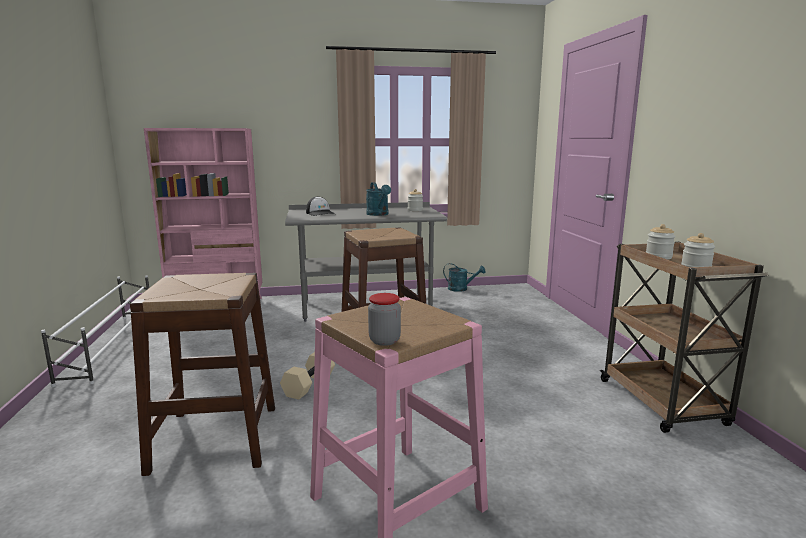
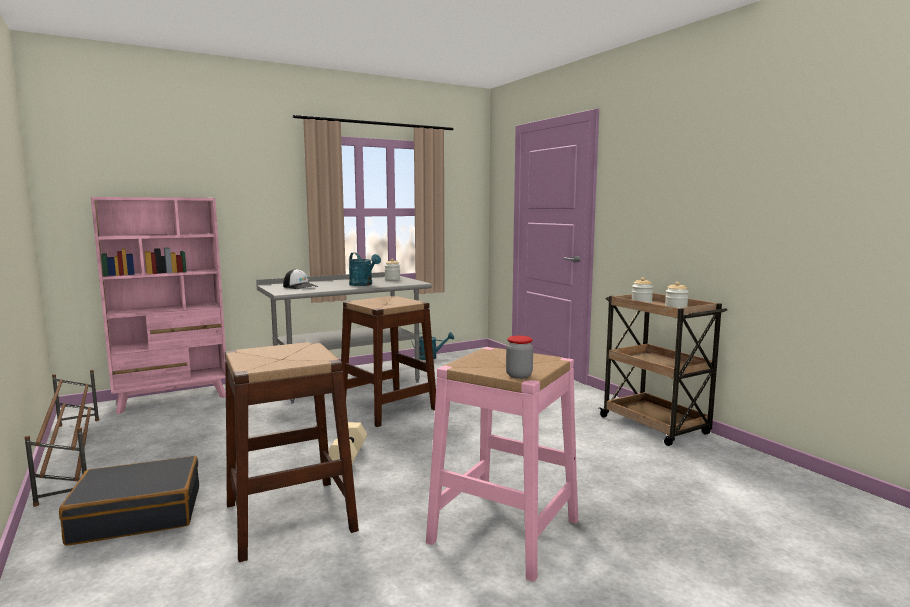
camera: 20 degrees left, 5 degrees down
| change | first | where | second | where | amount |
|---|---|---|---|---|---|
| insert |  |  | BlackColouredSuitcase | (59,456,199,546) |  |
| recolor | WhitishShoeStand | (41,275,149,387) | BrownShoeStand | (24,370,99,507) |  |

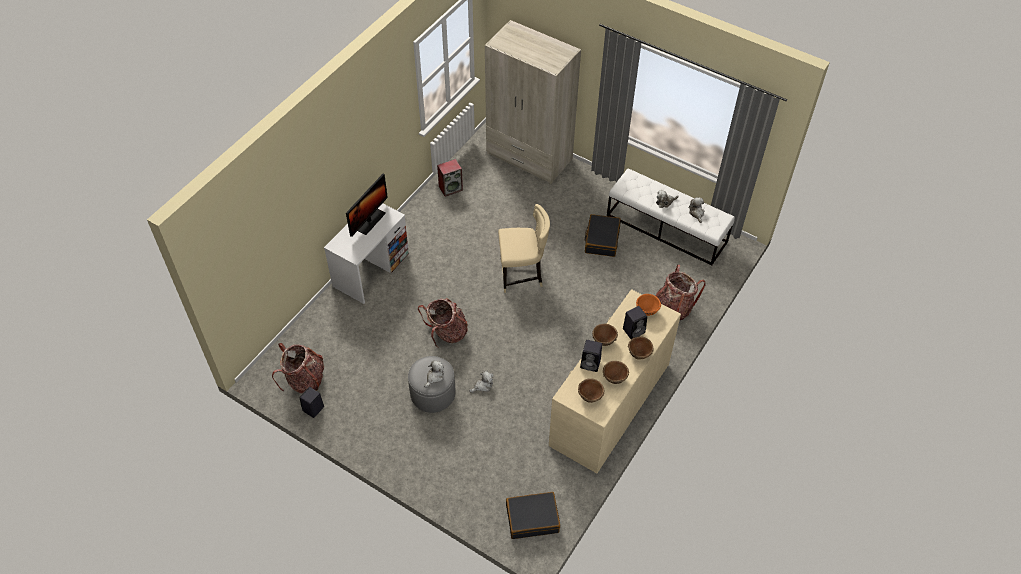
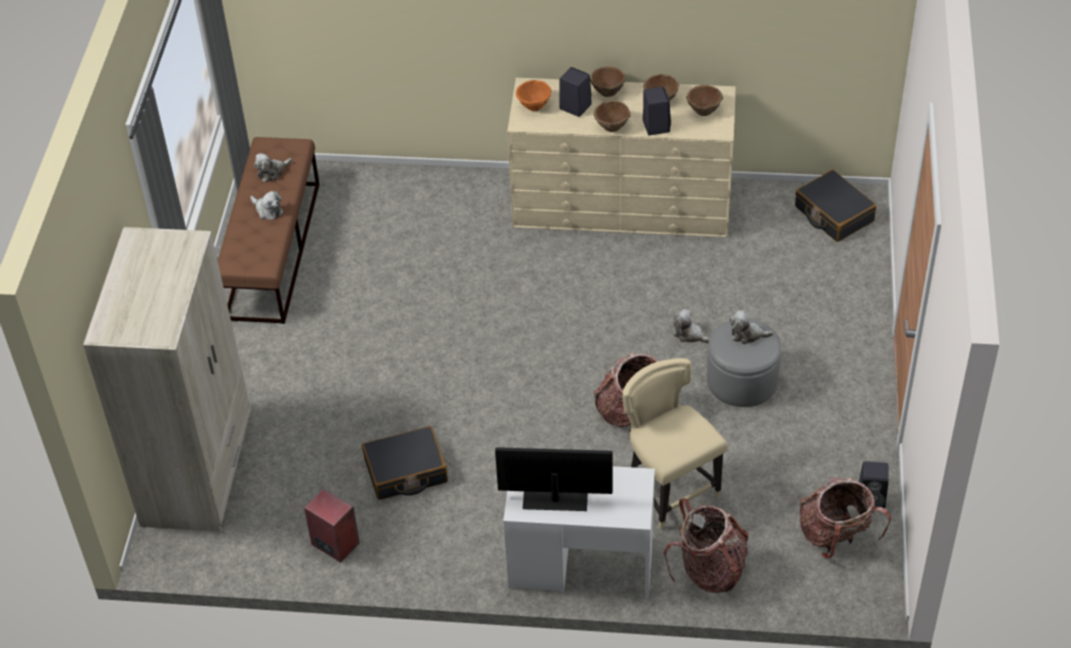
camera: 115 degrees left, 5 degrees down
| change | first | where | second | where | amount |
|---|---|---|---|---|---|
| move | BeigeChair | (498,204,550,293) |  | (623,358,728,530) |  |
| move | BlackColouredSuitcase | (585,214,621,257) |  | (362,426,448,500) |  |
| move | Knapsack | (655,265,706,320) |  | (664,498,749,593) |  |
| recolor | WhitishBench | (607,169,735,266) | BrownBench | (218,137,320,324) |  |

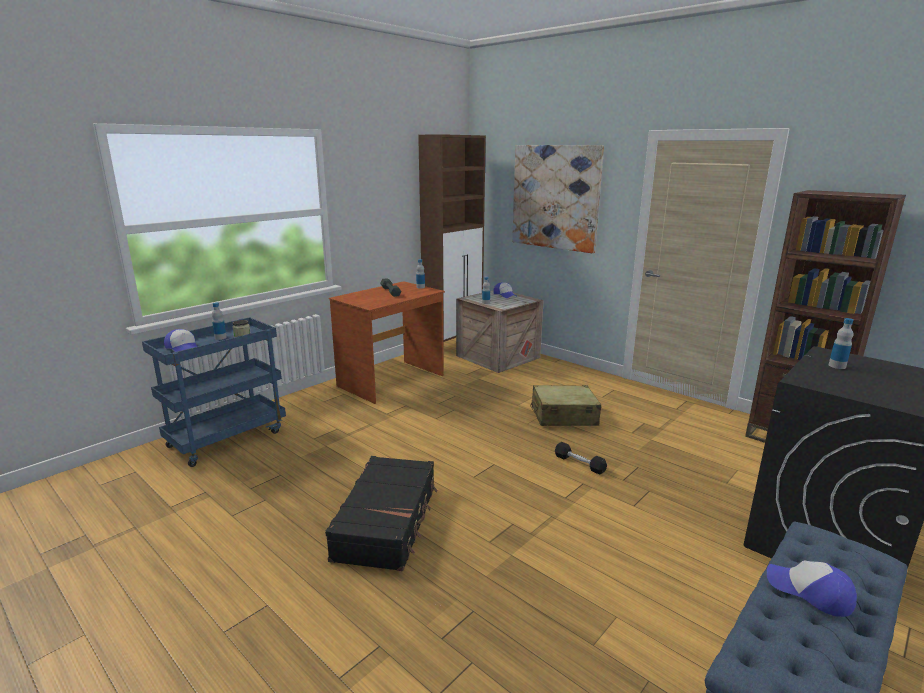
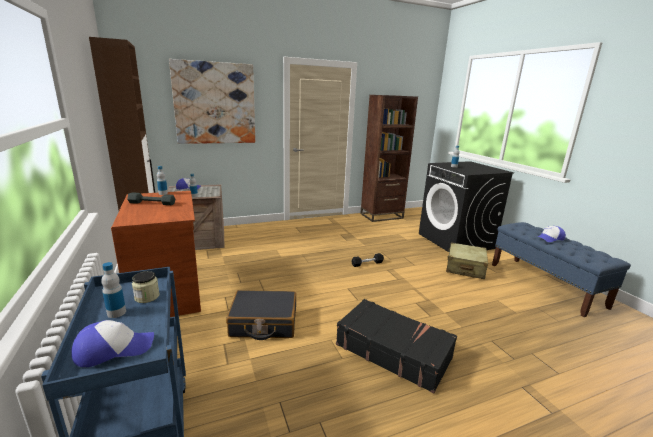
camera: 65 degrees left, 0 degrees up
| change | first | where | second | where | amount |
|---|---|---|---|---|---|
| insert |  |  | BlackColouredSuitcase | (226,290,296,340) |  |
| move | BeigeSuitcase | (530,385,601,426) |  | (446,242,488,279) |  |

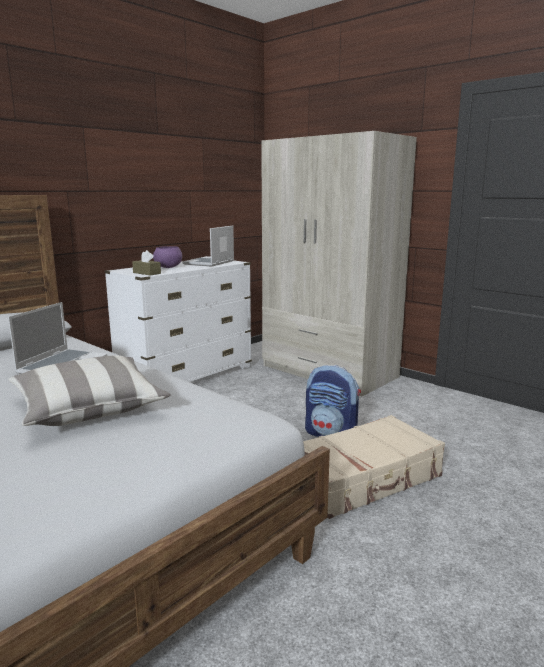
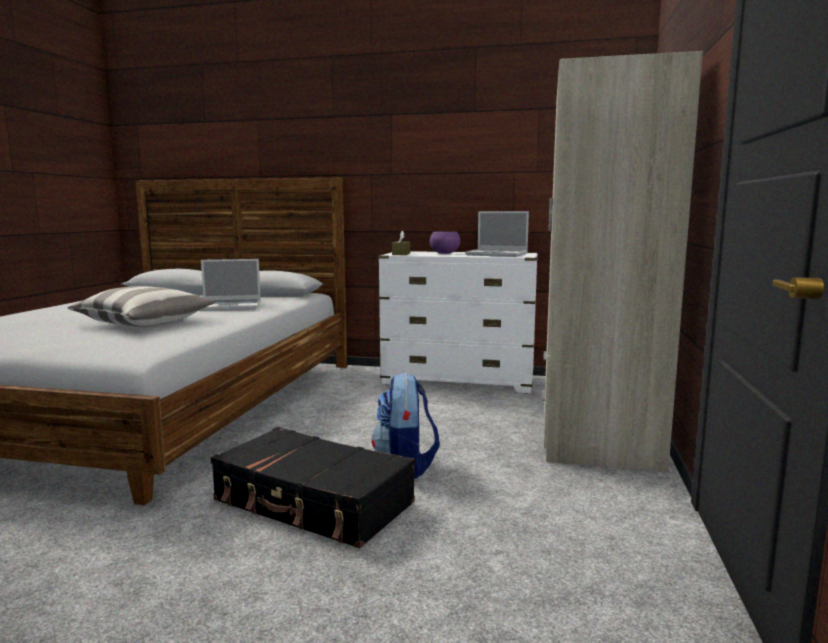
camera: 60 degrees right, 5 degrees down
| change | first | where | second | where | amount |
|---|---|---|---|---|---|
| recolor | BeigeSuitcase | (303,415,445,519) | BlackColouredSuitcase | (211,427,415,549) |  |
| rotate | NotebookComputer | (183,226,234,267) |  | (465,211,529,257) | 150 degrees counterclockwise |

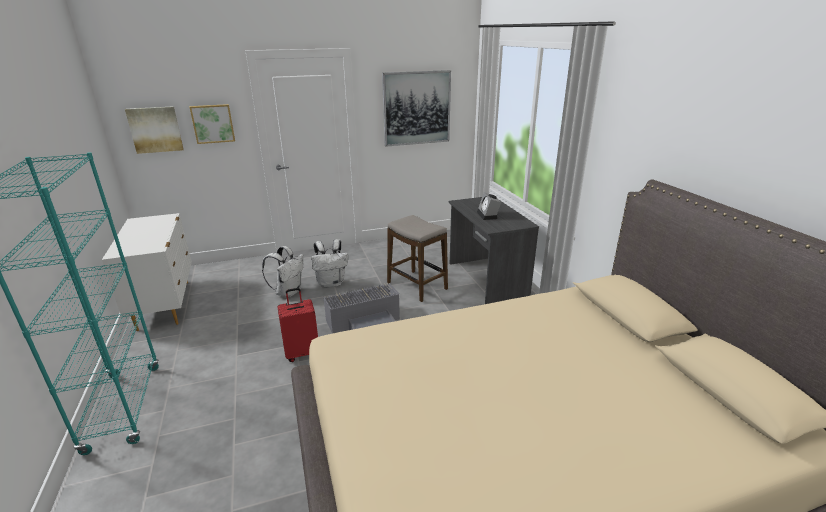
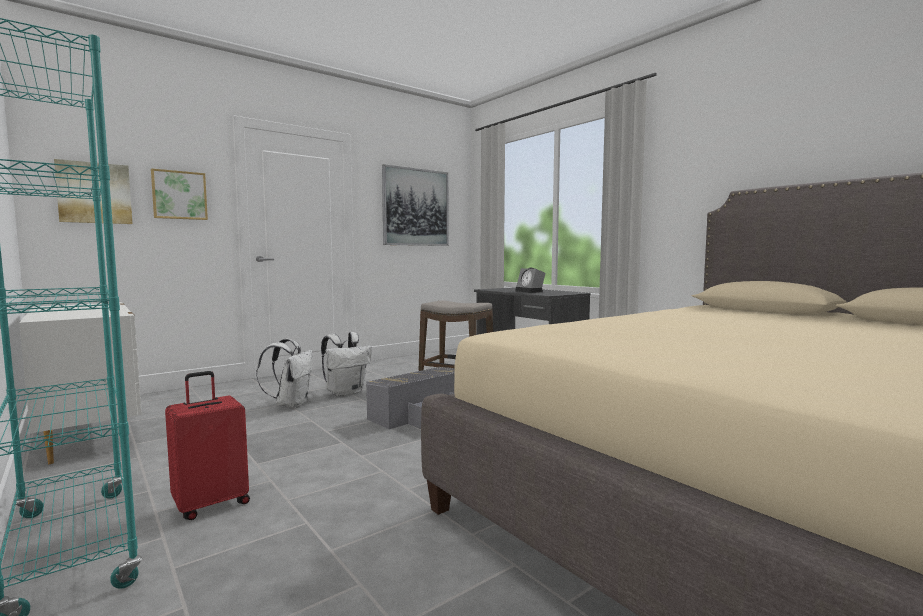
camera: 20 degrees left, 20 degrees down
| change | first | where | second | where | amount |
|---|---|---|---|---|---|
| move | RedColouredSuitcase | (278,288,318,362) |  | (165,371,250,520) |  |

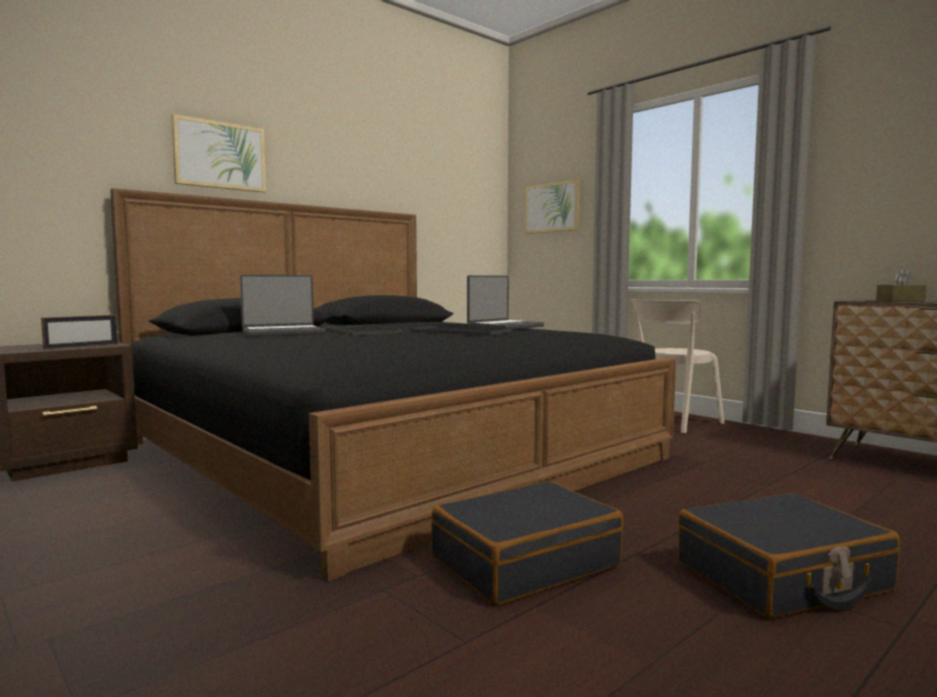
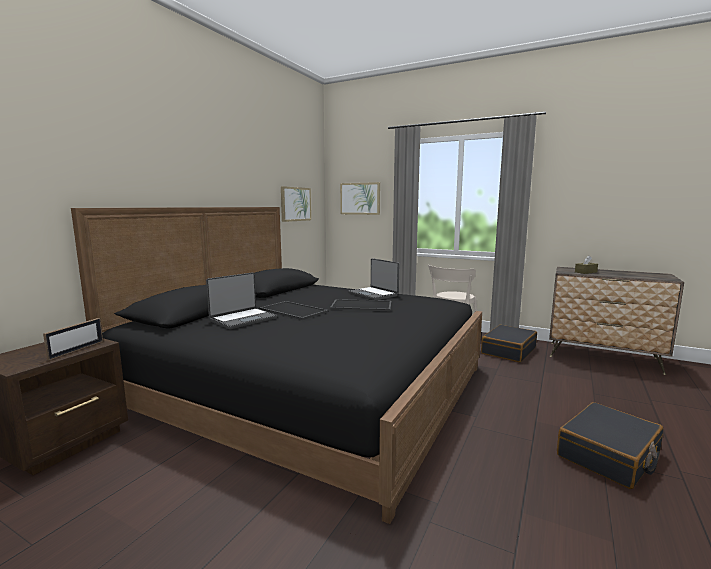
camera: 20 degrees left, 5 degrees up
| change | first | where | second | where | amount |
|---|---|---|---|---|---|
| move | WallArt | (171,114,266,192) |  | (281,186,311,222) |  |
| move | BlackColouredSuitcase | (431,481,623,605) |  | (481,325,537,362) |  |
| rotate | NotebookComputer | (467,275,544,329) |  | (348,258,399,300) | 120 degrees clockwise |

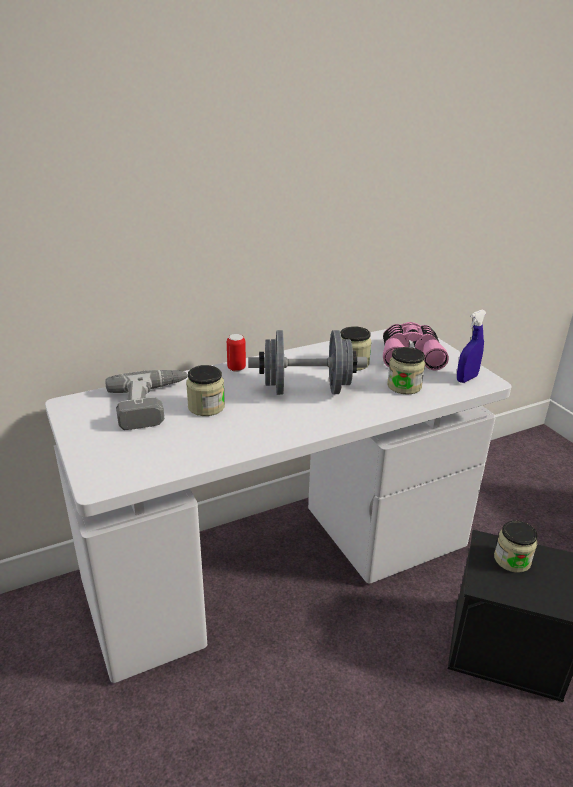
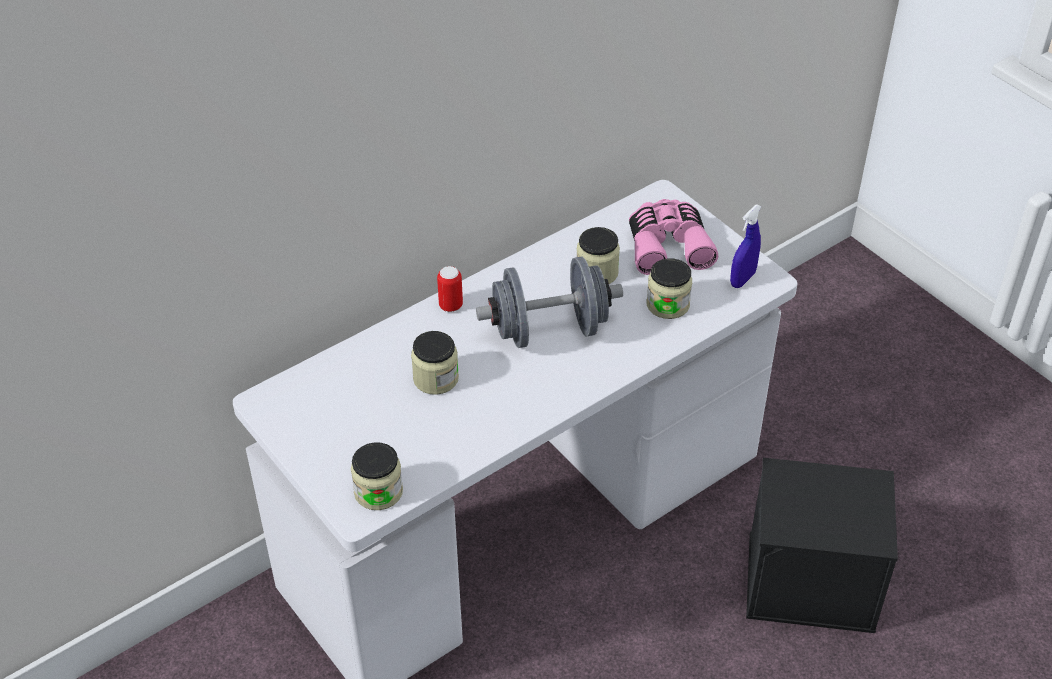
camera: 10 degrees left, 15 degrees up
| change | first | where | second | where | amount |
|---|---|---|---|---|---|
| delete | ElectricDrill | (105,370,188,430) |  |  |  |
| move | PreserveJar | (494,521,538,573) |  | (351,442,403,510) |  |

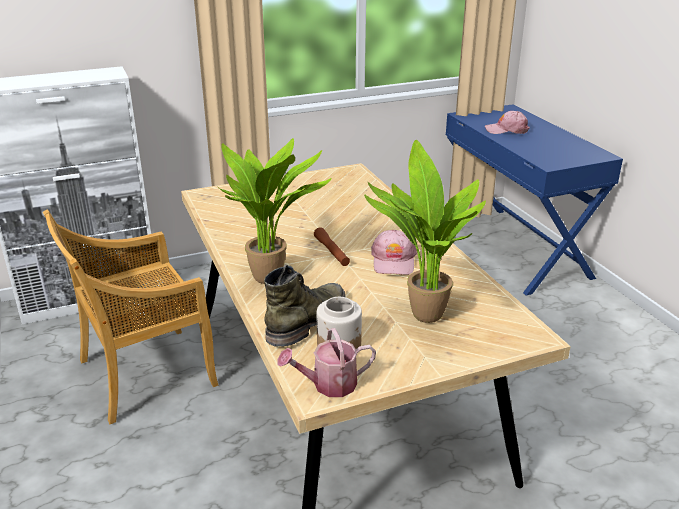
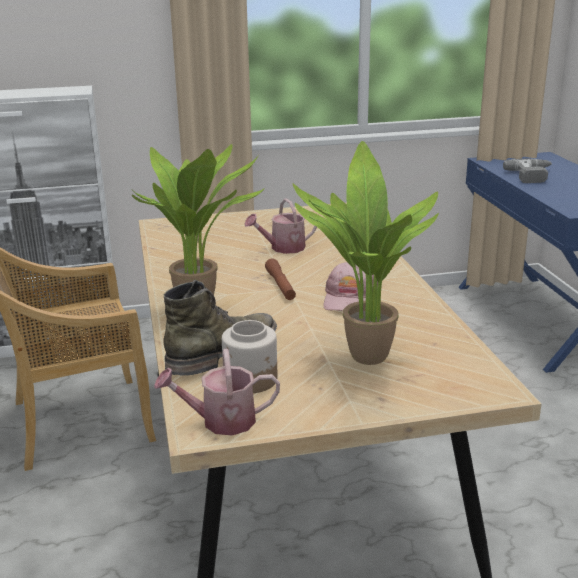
camera: 10 degrees right, 5 degrees down
| change | first | where | second | where | amount |
|---|---|---|---|---|---|
| insert |  |  | WateringCan | (245,199,317,254) |  |
| replace | PinkishPeakedCap | (485,111,530,134) | ElectricDrill | (503,159,552,183) |  |

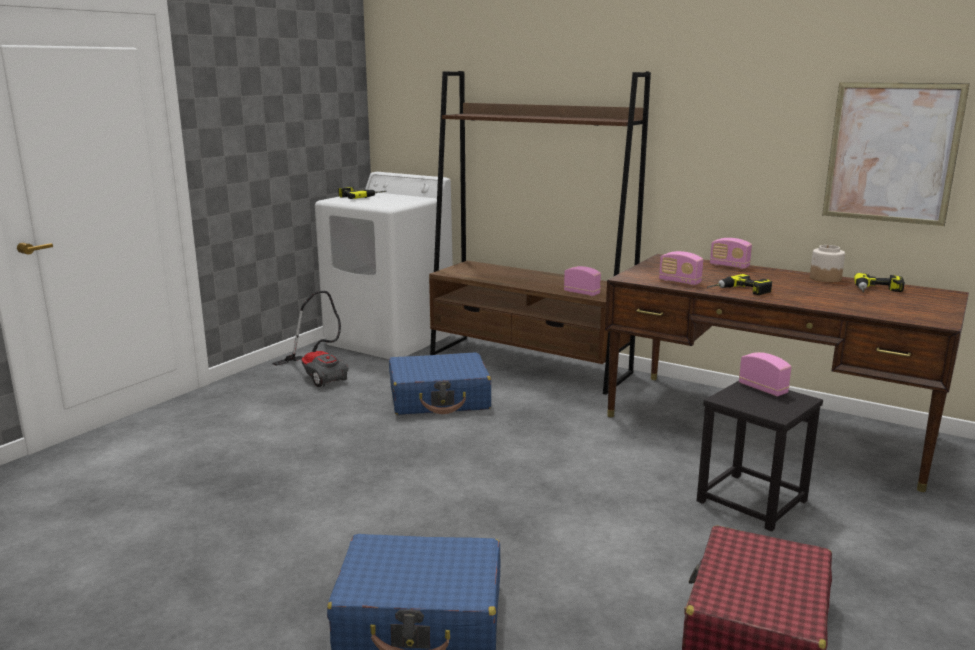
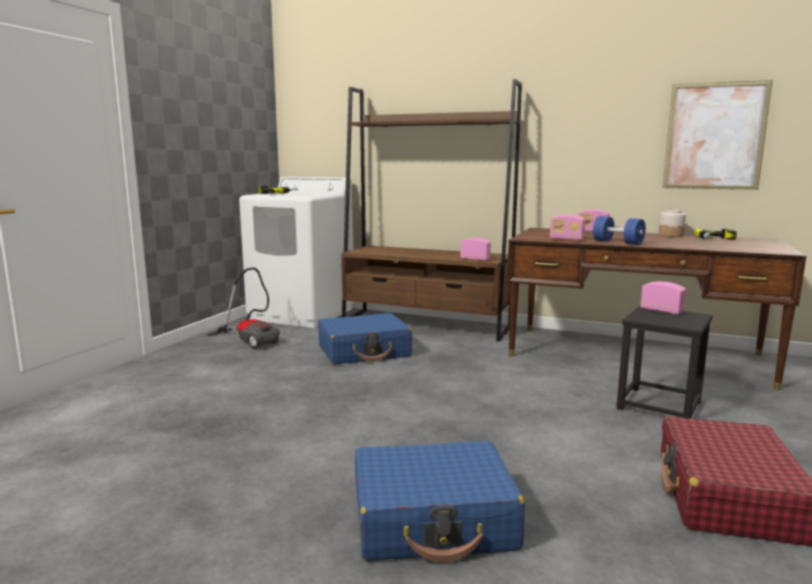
camera: 10 degrees left, 5 degrees down
| change | first | where | second | where | amount |
|---|---|---|---|---|---|
| replace | ElectricDrill | (707,274,772,295) | BlueColouredDumbbell | (593,216,646,245) |  |

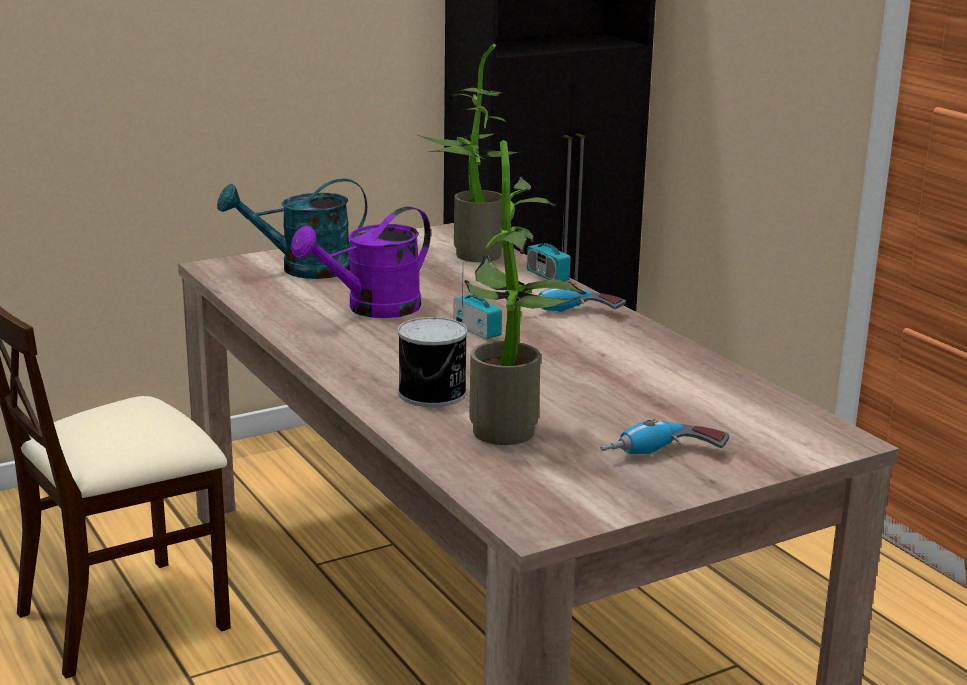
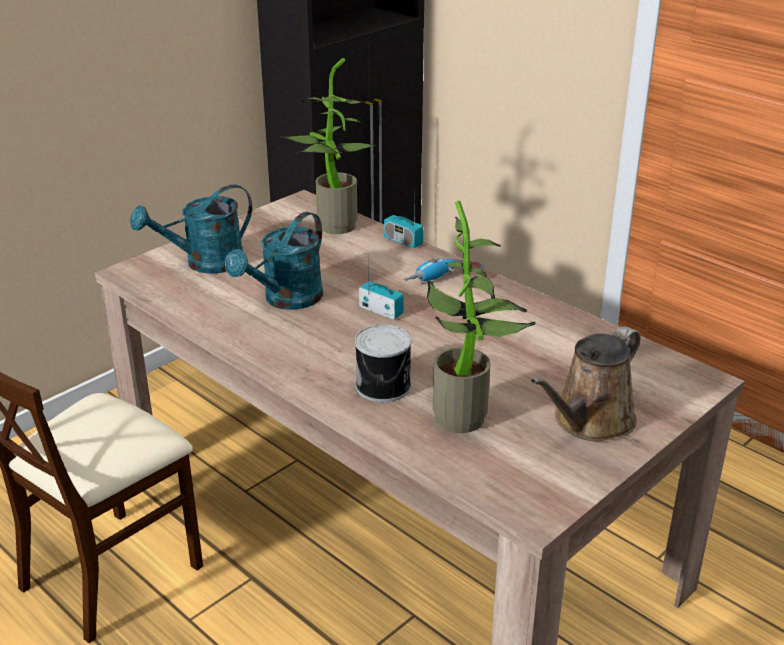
camera: 15 degrees left, 10 degrees up
| change | first | where | second | where | amount |
|---|---|---|---|---|---|
| replace | ElectricDrill | (600,419,729,454) | BrownWateringCan | (531,326,641,442) |  |
| recolor | PurpleColouredWateringCan | (291,206,431,318) | TurquoiseWateringCan | (225,212,323,310) |  |

